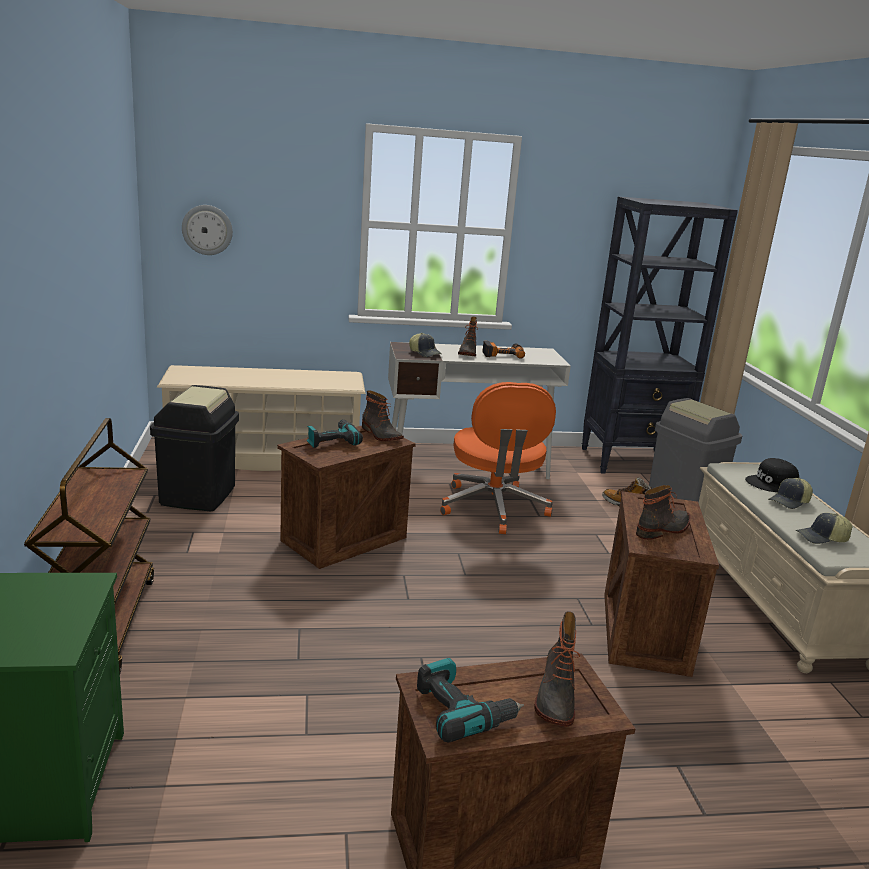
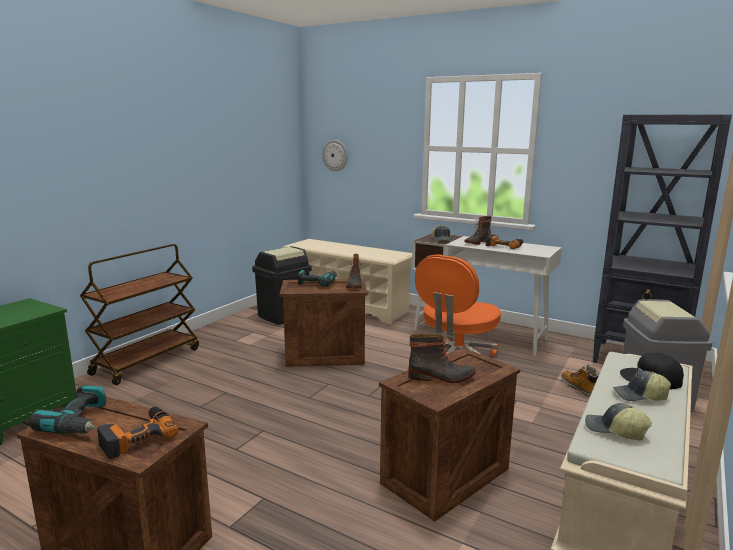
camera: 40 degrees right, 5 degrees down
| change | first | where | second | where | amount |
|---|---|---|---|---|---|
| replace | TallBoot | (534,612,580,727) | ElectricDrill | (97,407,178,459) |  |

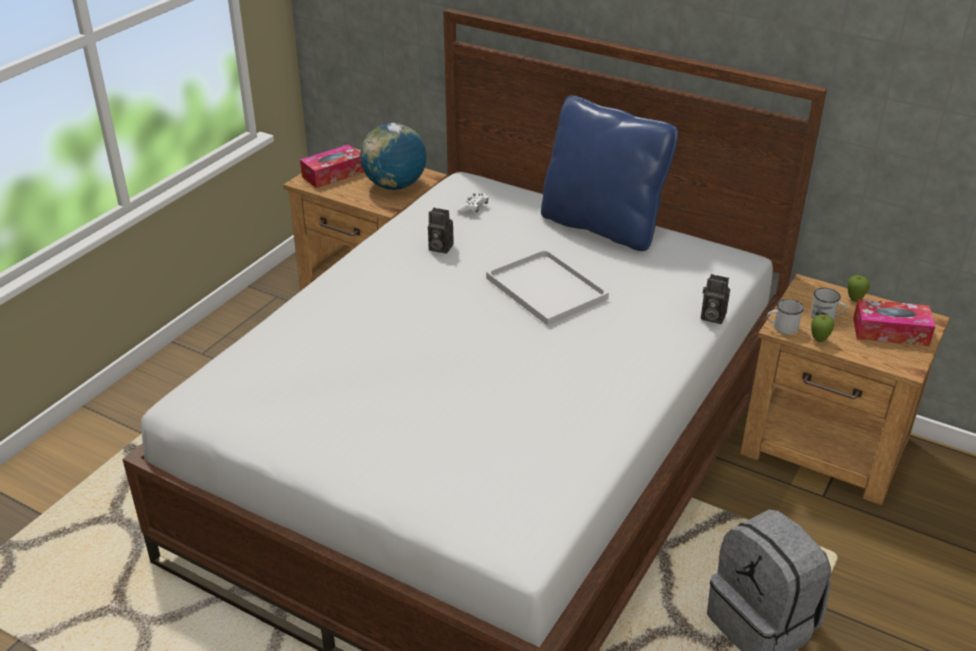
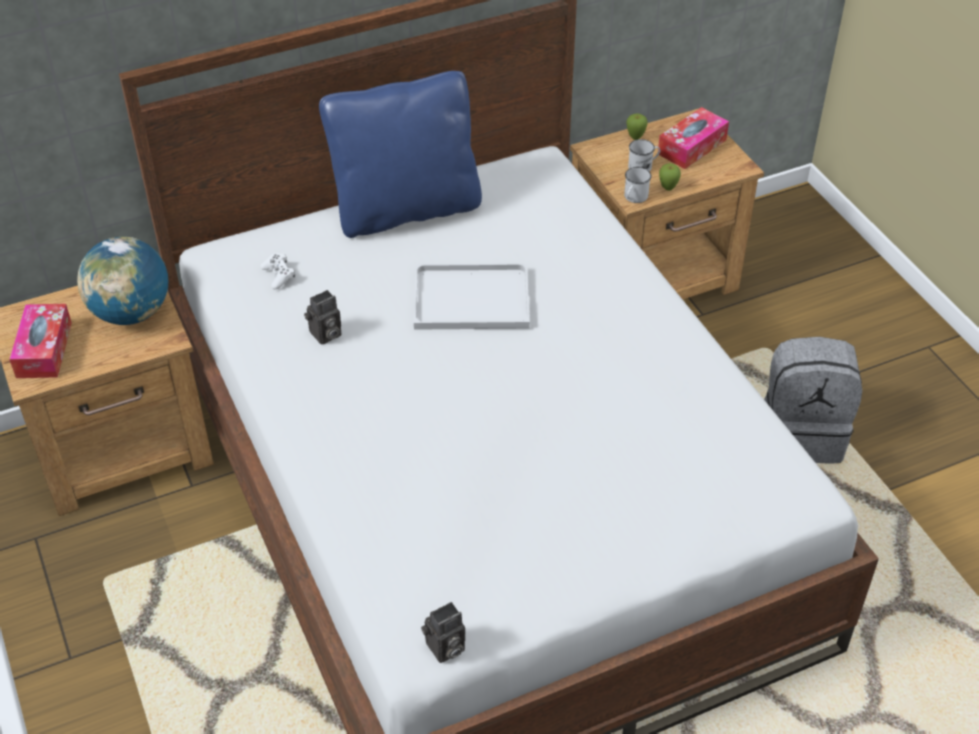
camera: 55 degrees left, 10 degrees up
| change | first | where | second | where | amount |
|---|---|---|---|---|---|
| move | StillCamera | (701,274,730,324) |  | (421,602,465,663) |  |

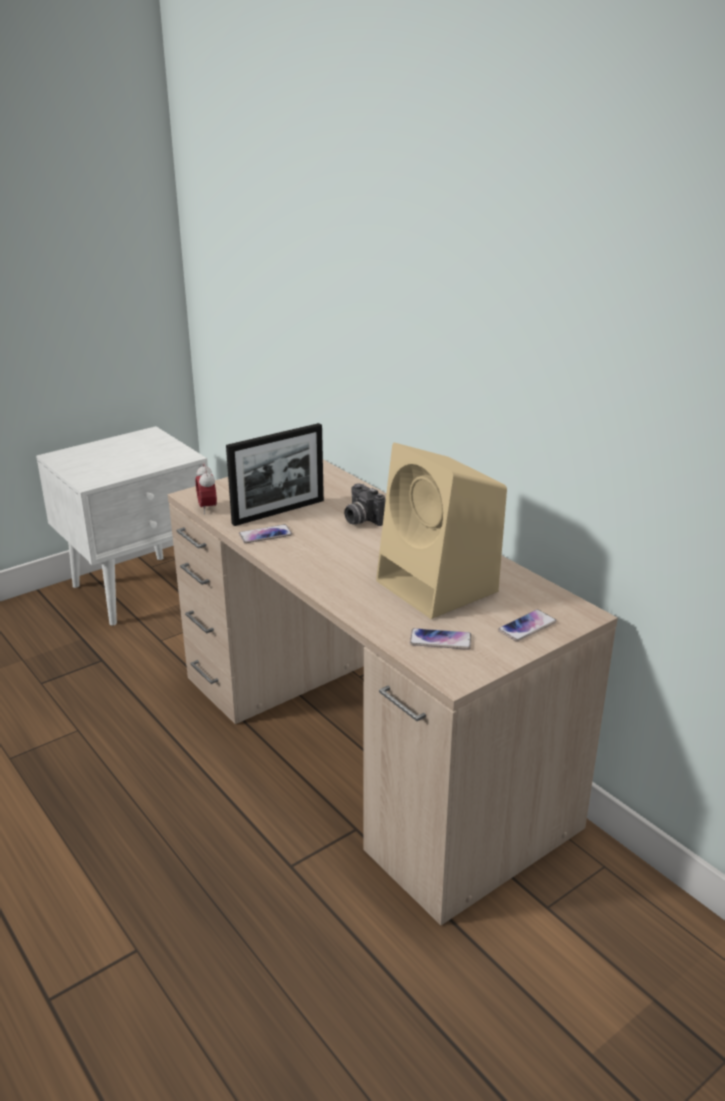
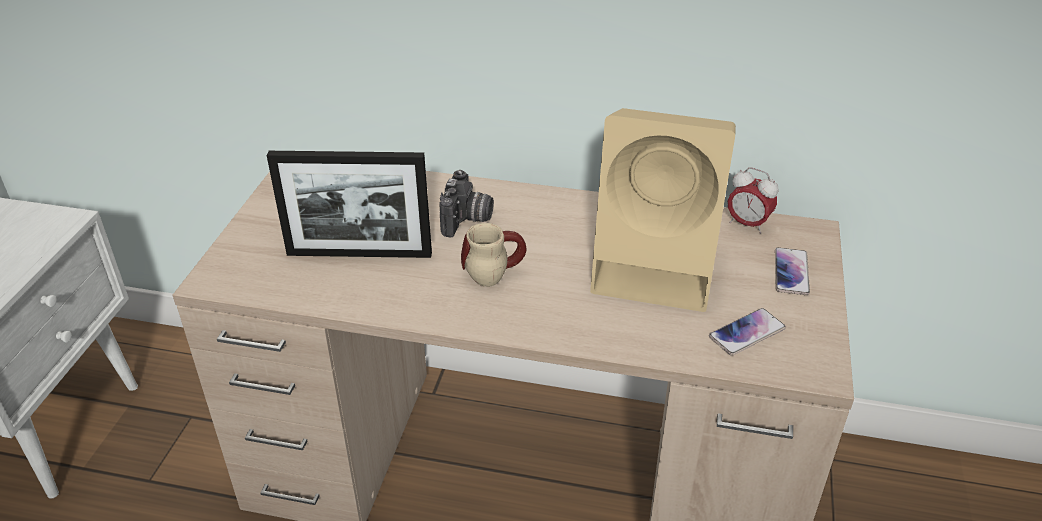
camera: 40 degrees left, 10 degrees up
| change | first | where | second | where | amount |
|---|---|---|---|---|---|
| delete | Handset | (239,524,292,543) |  |  |  |
| insert |  |  | Mug | (461,223,526,287) |  |
| move | TableClock | (196,463,217,514) |  | (728,167,779,234) |  |
| rotate | PhotoFrame | (226,423,324,526) |  | (267,151,432,258) | 75 degrees clockwise |
| rotate | StillCamera | (344,483,385,526) |  | (440,170,494,238) | 90 degrees counterclockwise |

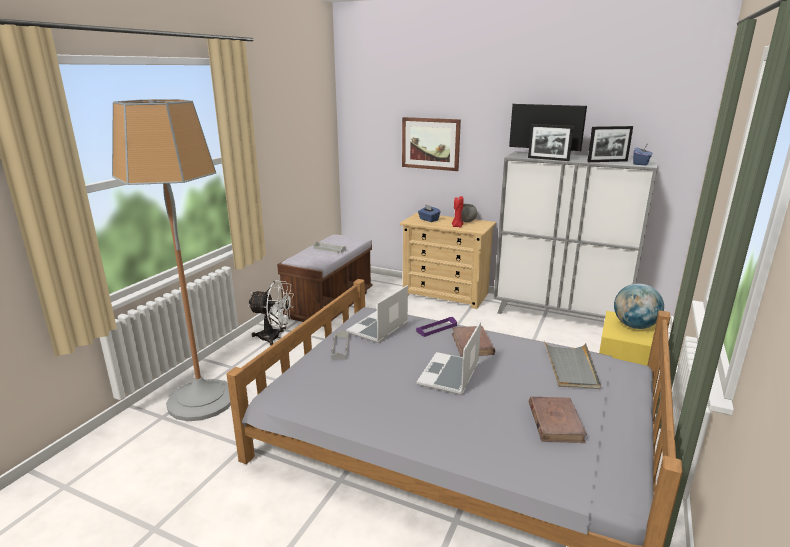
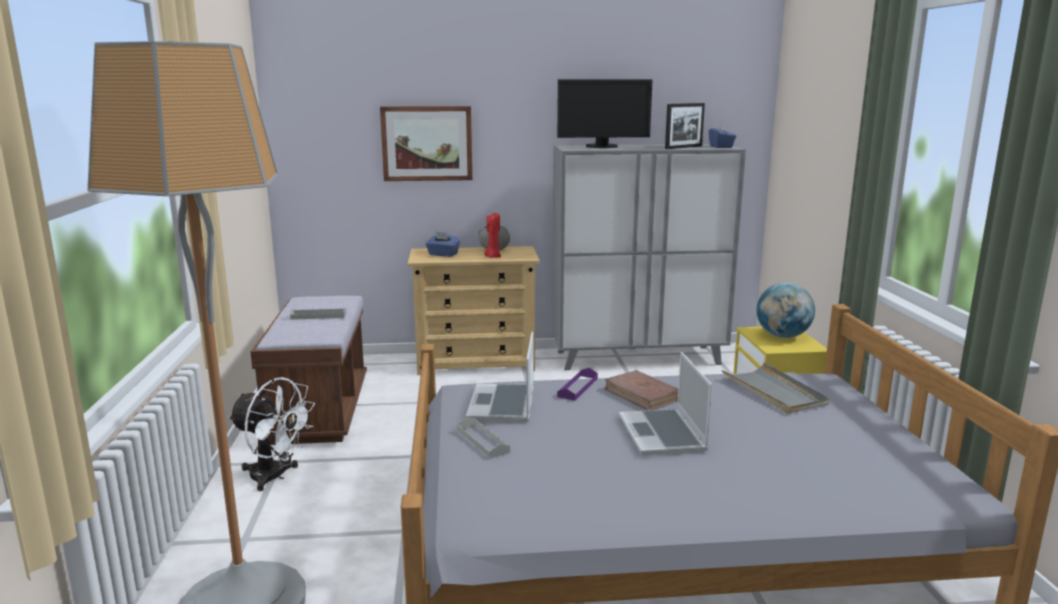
camera: 30 degrees left, 5 degrees down
| change | first | where | second | where | amount |
|---|---|---|---|---|---|
| delete | PhotoFrame | (528,124,574,161) |  |  |  |
| delete | BrownBoundBook | (529,397,587,443) |  |  |  |
| rotate | WhitishElectricFan | (248,280,294,346) |  | (228,377,315,491) | 45 degrees clockwise |

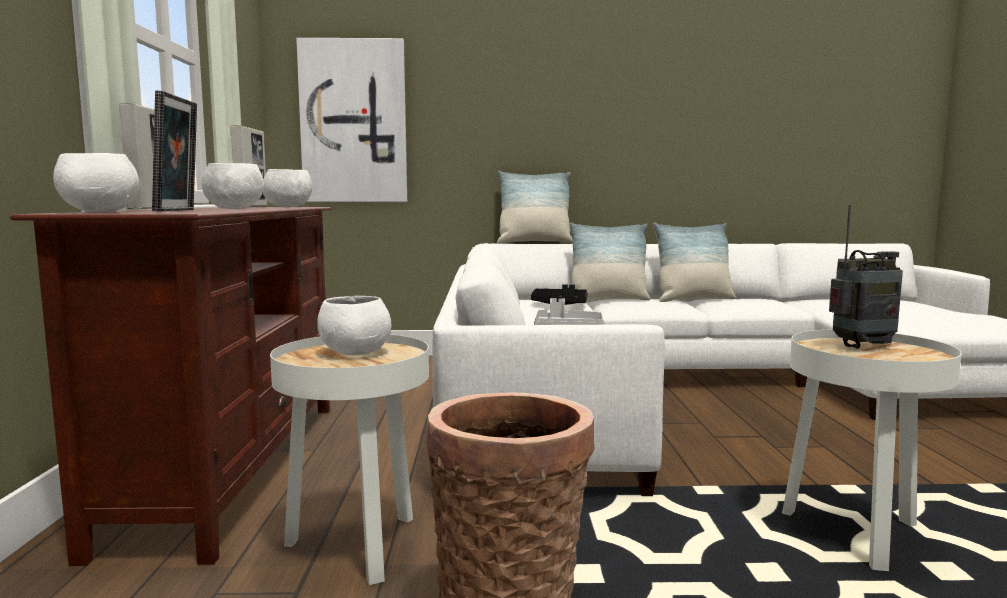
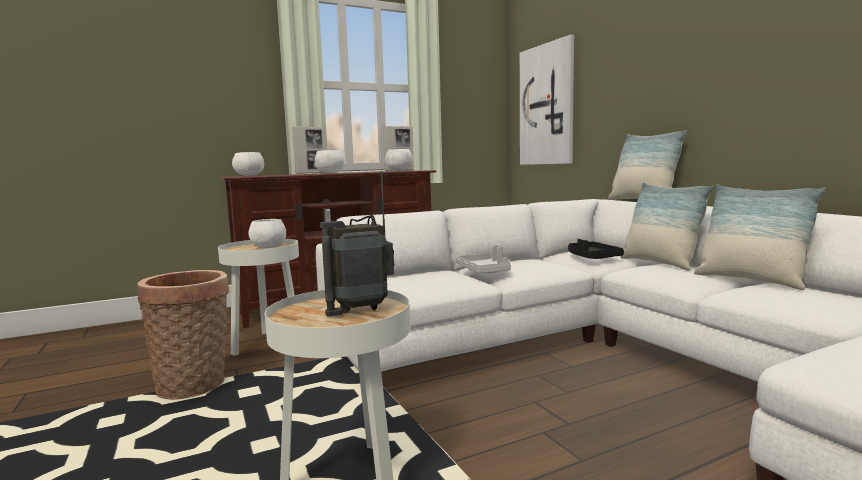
camera: 65 degrees right, 0 degrees up
| change | first | where | second | where | amount |
|---|---|---|---|---|---|
| delete | PhotoFrame | (152,90,197,211) |  |  |  |
| rotate | RadioReceiver | (829,205,903,349) |  | (320,171,395,317) | 105 degrees clockwise |

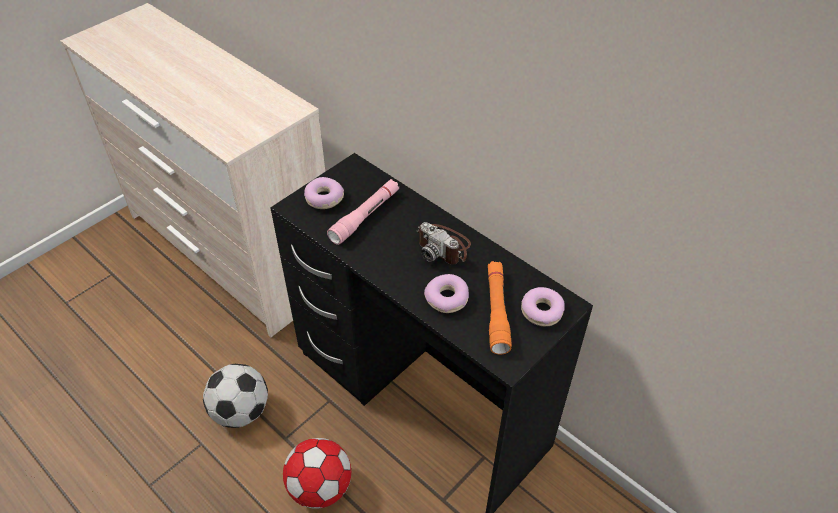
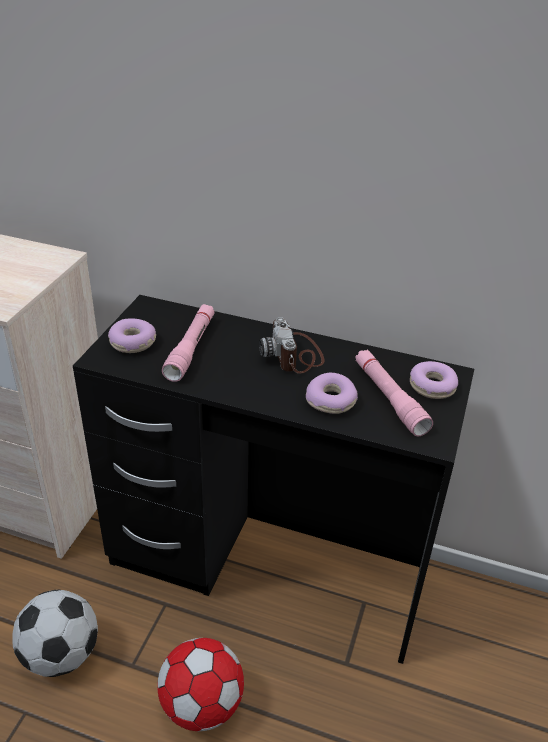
camera: 25 degrees left, 10 degrees down
| change | first | where | second | where | amount |
|---|---|---|---|---|---|
| recolor | OrangeyFlashlight | (488,261,512,355) | PinkishFlashlight | (355,350,433,436) |  |
| rotate | StillCamera | (417,222,471,265) |  | (259,317,325,374) | 60 degrees clockwise |

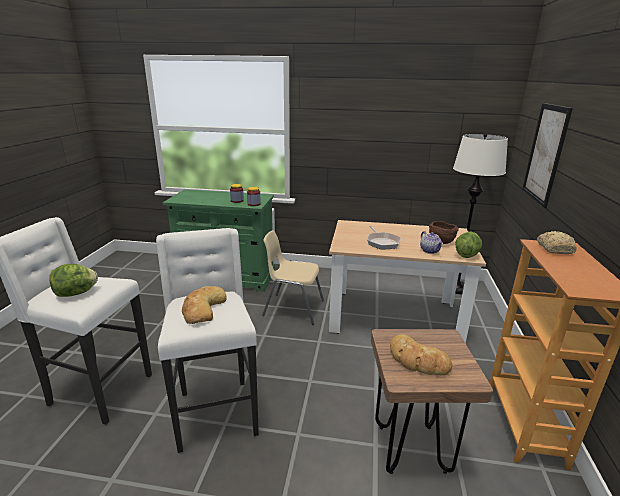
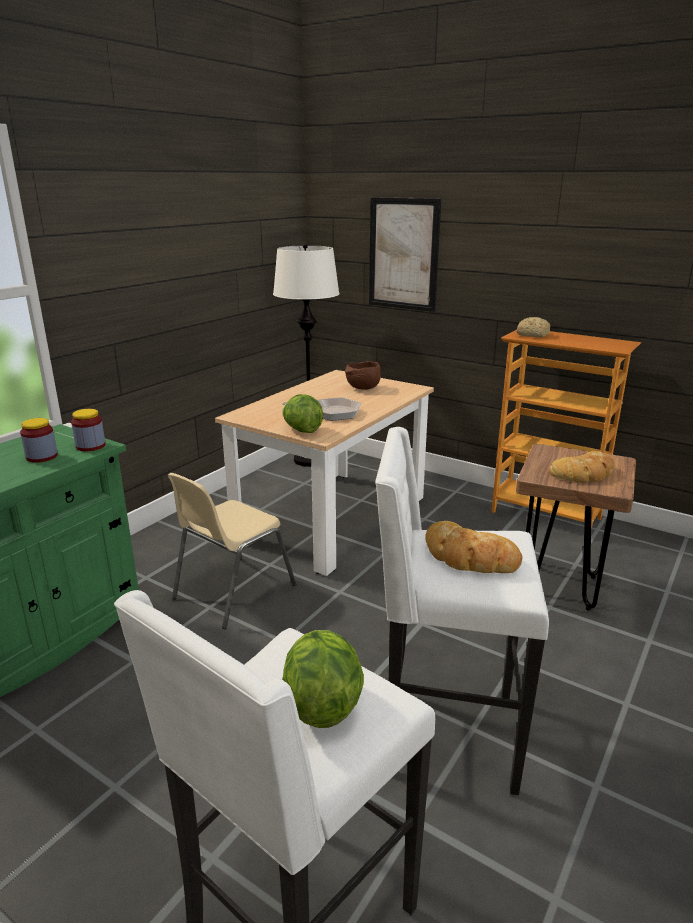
camera: 65 degrees left, 0 degrees up
| change | first | where | second | where | amount |
|---|---|---|---|---|---|
| delete | PotForTea | (420,231,443,254) |  |  |  |
| move | HeadOfLettuce | (455,232,482,258) |  | (282,394,323,433) |  |

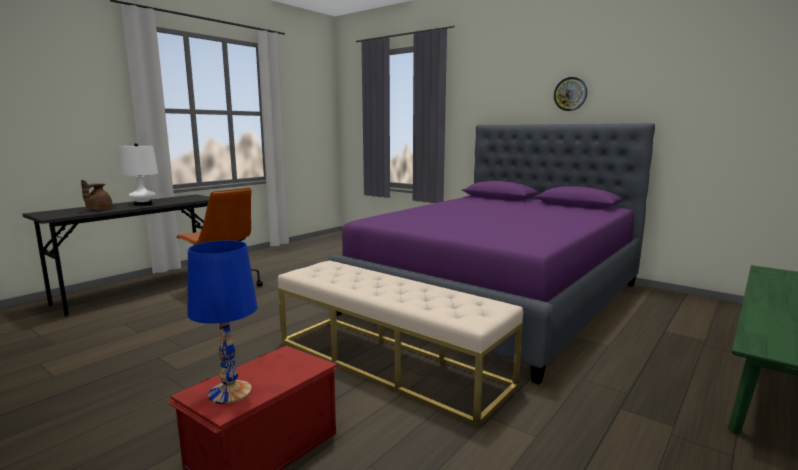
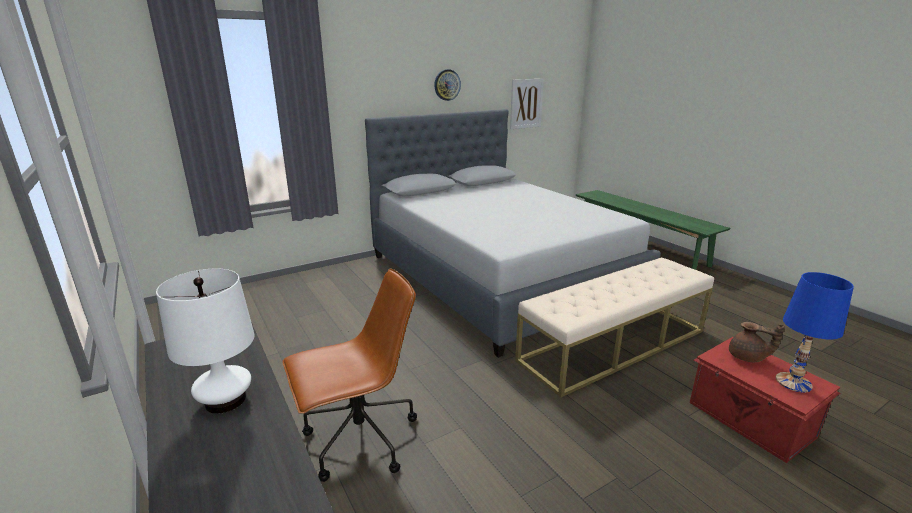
camera: 70 degrees left, 10 degrees up
| change | first | where | second | where | amount |
|---|---|---|---|---|---|
| insert |  |  | WallArt | (510,79,544,129) |  |
| move | BrownPotForTea | (81,180,112,210) |  | (729,322,785,362) |  |
| recolor | PurpleColouredBedroomBed | (328,123,655,384) | GreyishBedroomBed | (365,109,661,358) |  |

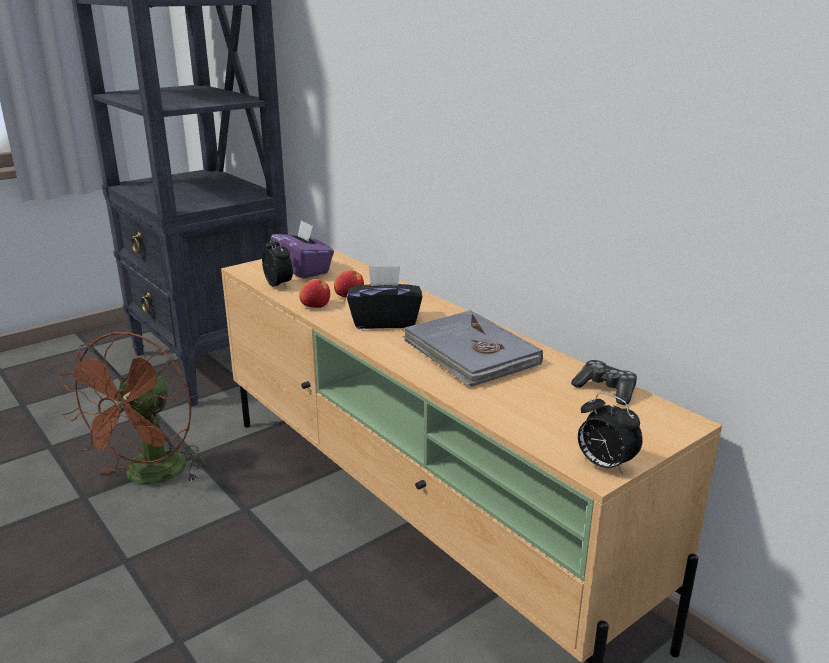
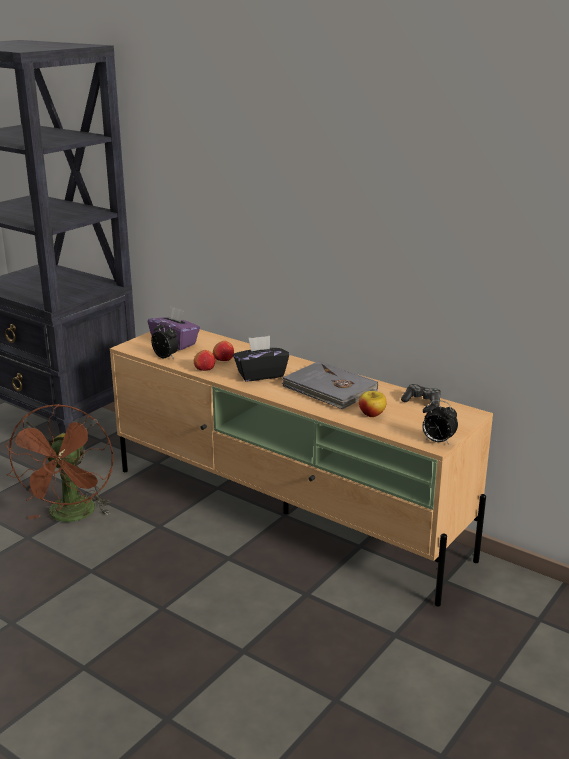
camera: 15 degrees left, 0 degrees up
| change | first | where | second | where | amount |
|---|---|---|---|---|---|
| insert |  |  | Apple | (359,391,387,417) |  |

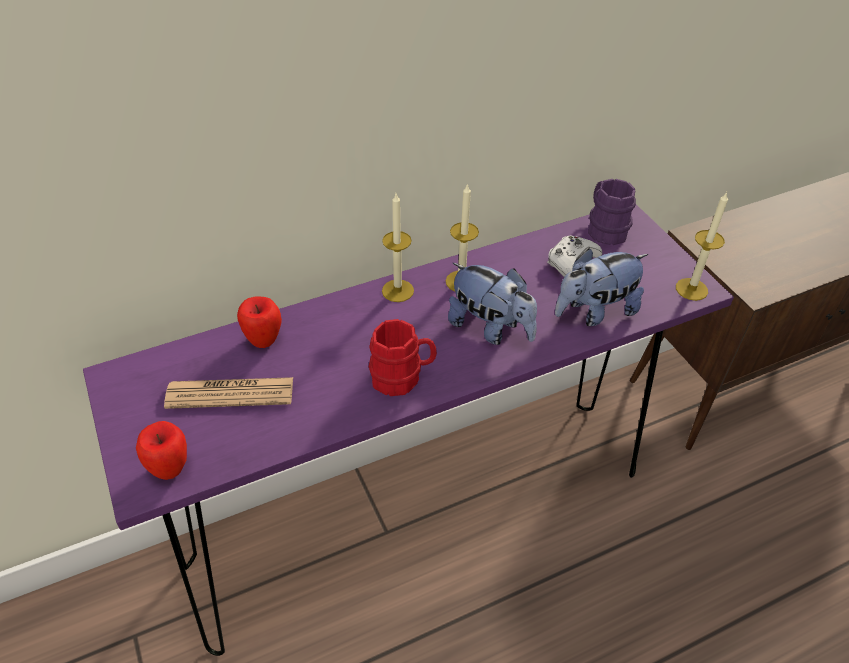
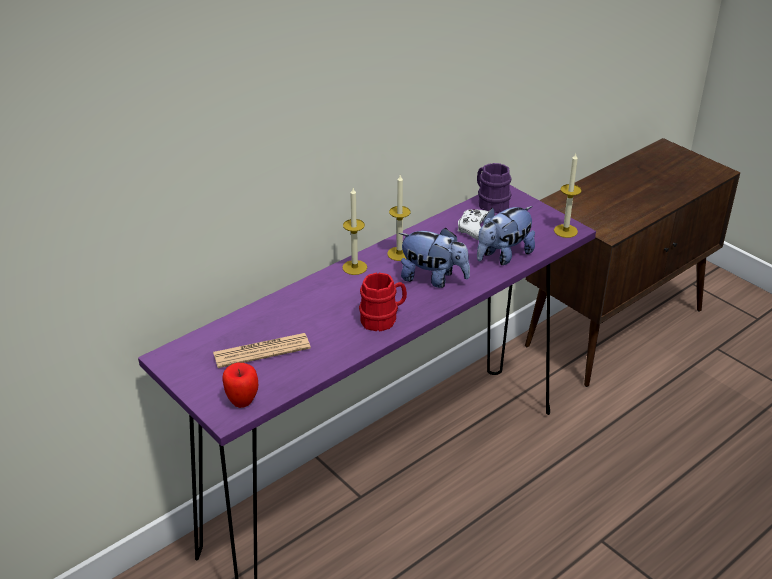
camera: 15 degrees left, 10 degrees down
| change | first | where | second | where | amount |
|---|---|---|---|---|---|
| delete | Apple | (237,297,282,348) |  |  |  |

